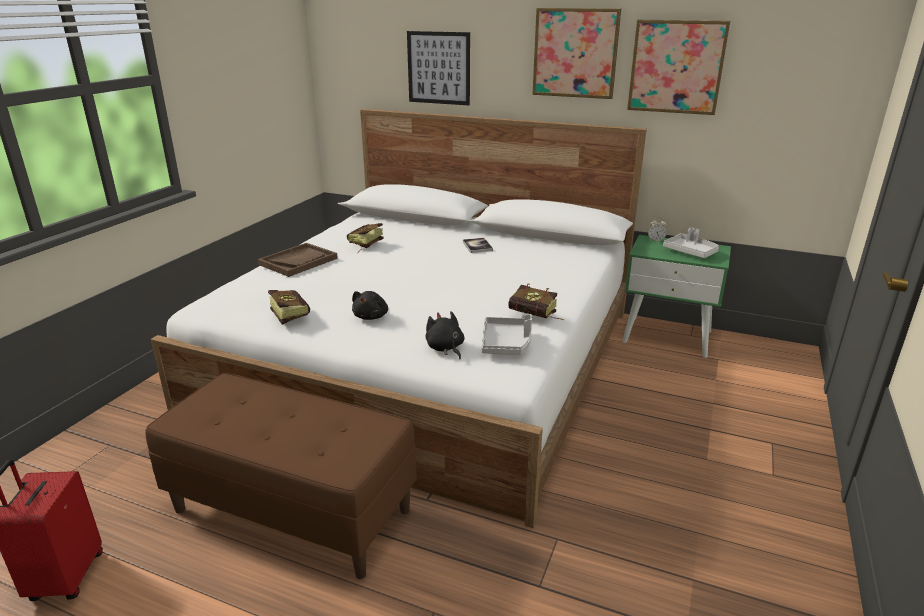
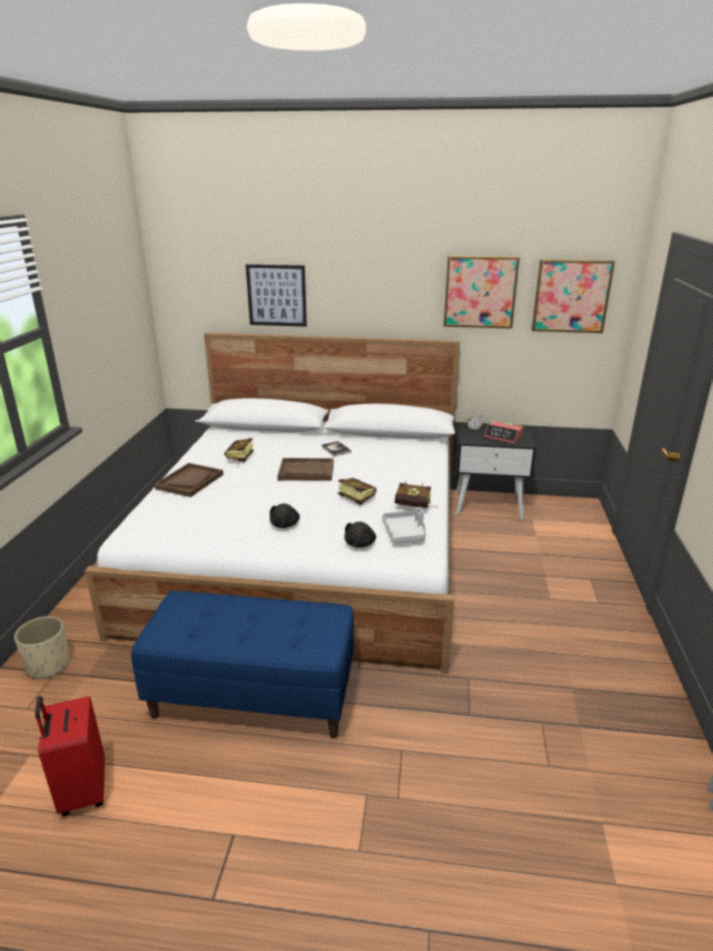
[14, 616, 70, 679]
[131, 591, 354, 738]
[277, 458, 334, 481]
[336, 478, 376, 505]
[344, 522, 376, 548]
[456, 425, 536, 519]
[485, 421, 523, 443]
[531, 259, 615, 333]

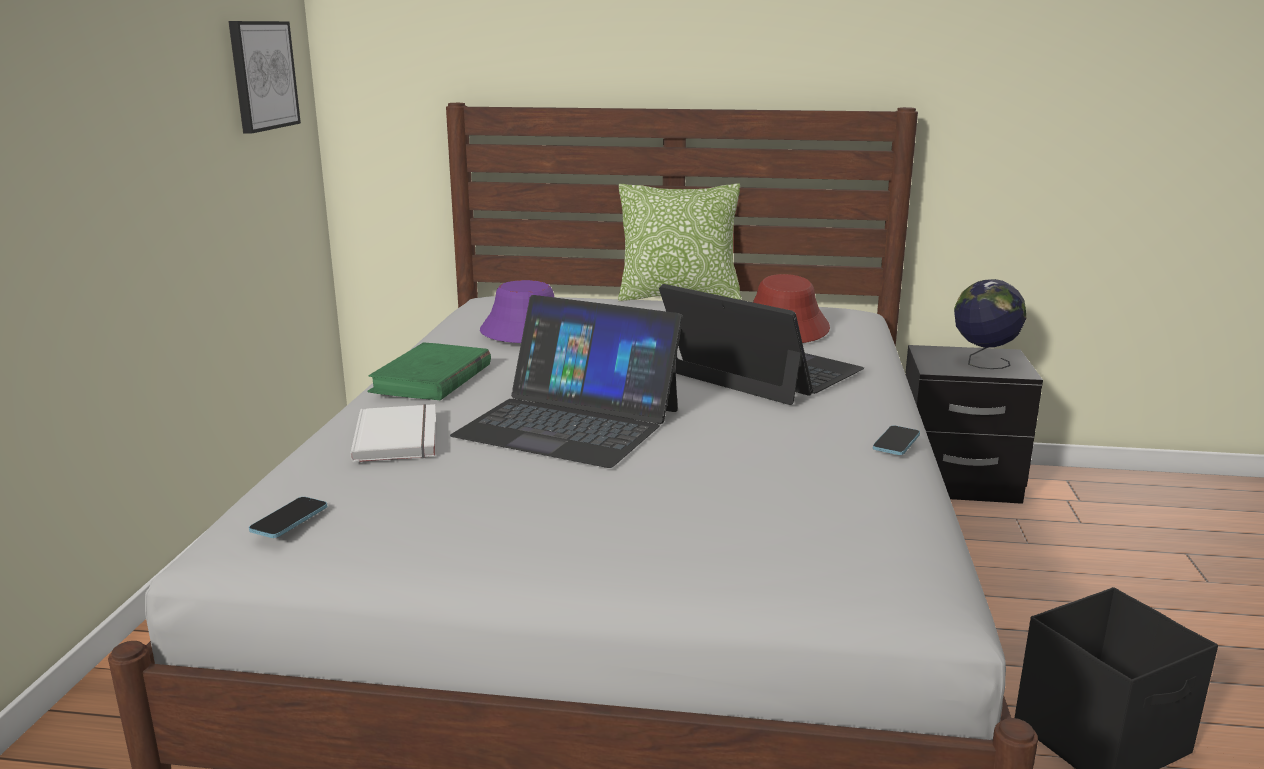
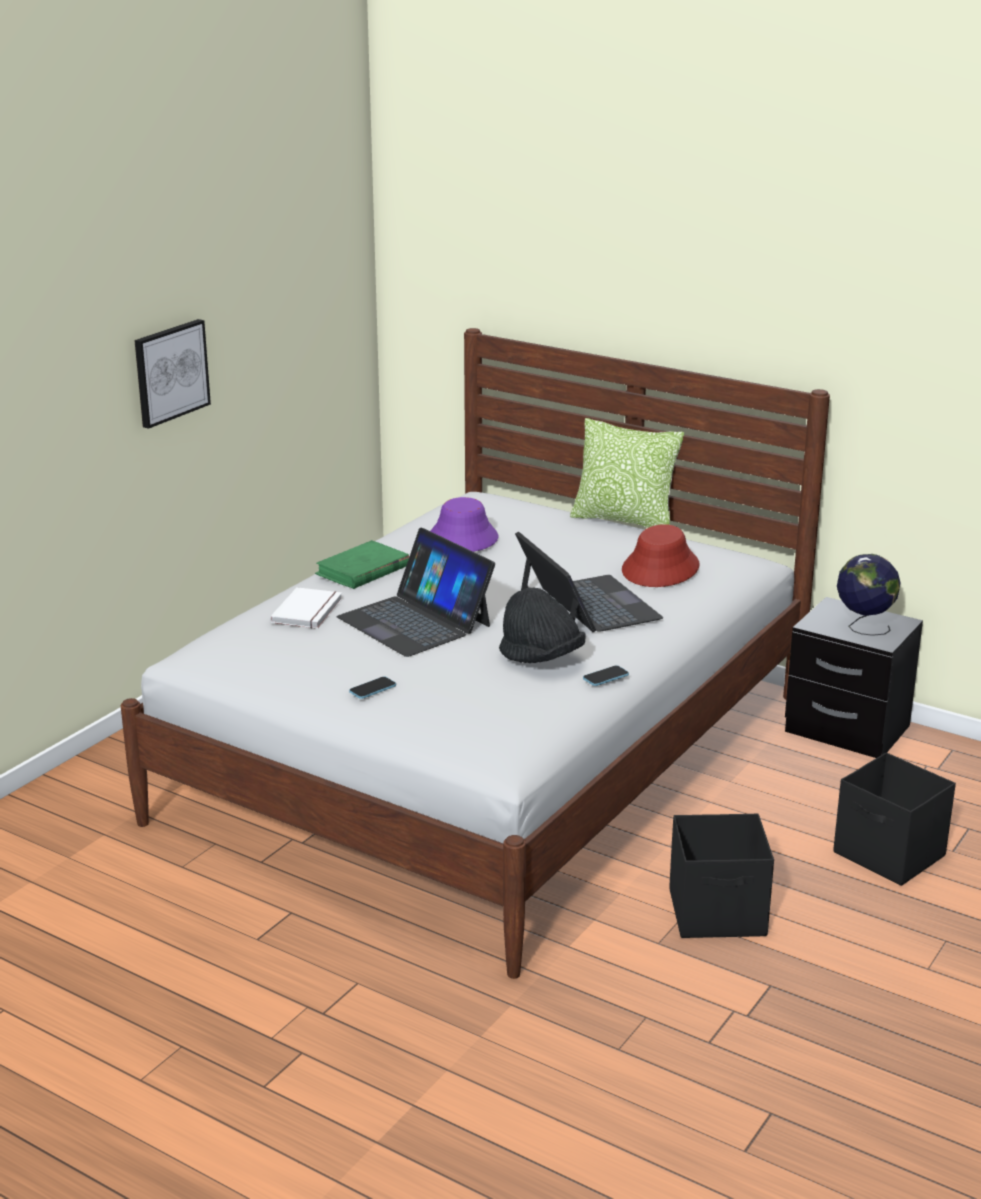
[134, 319, 211, 429]
[349, 677, 396, 699]
[499, 587, 586, 663]
[833, 753, 956, 886]

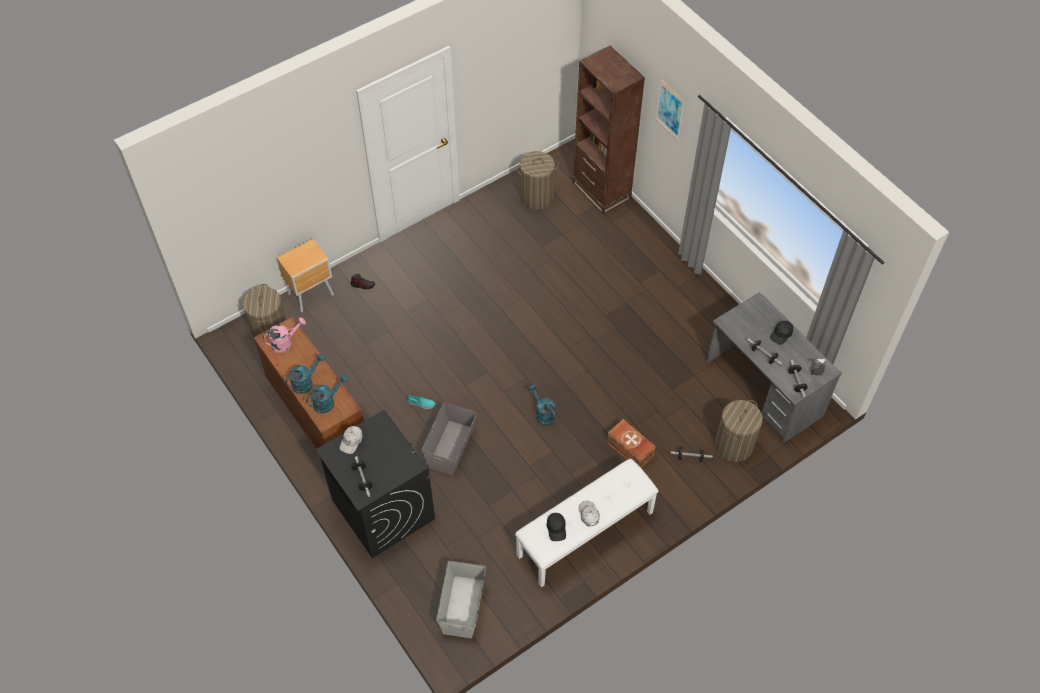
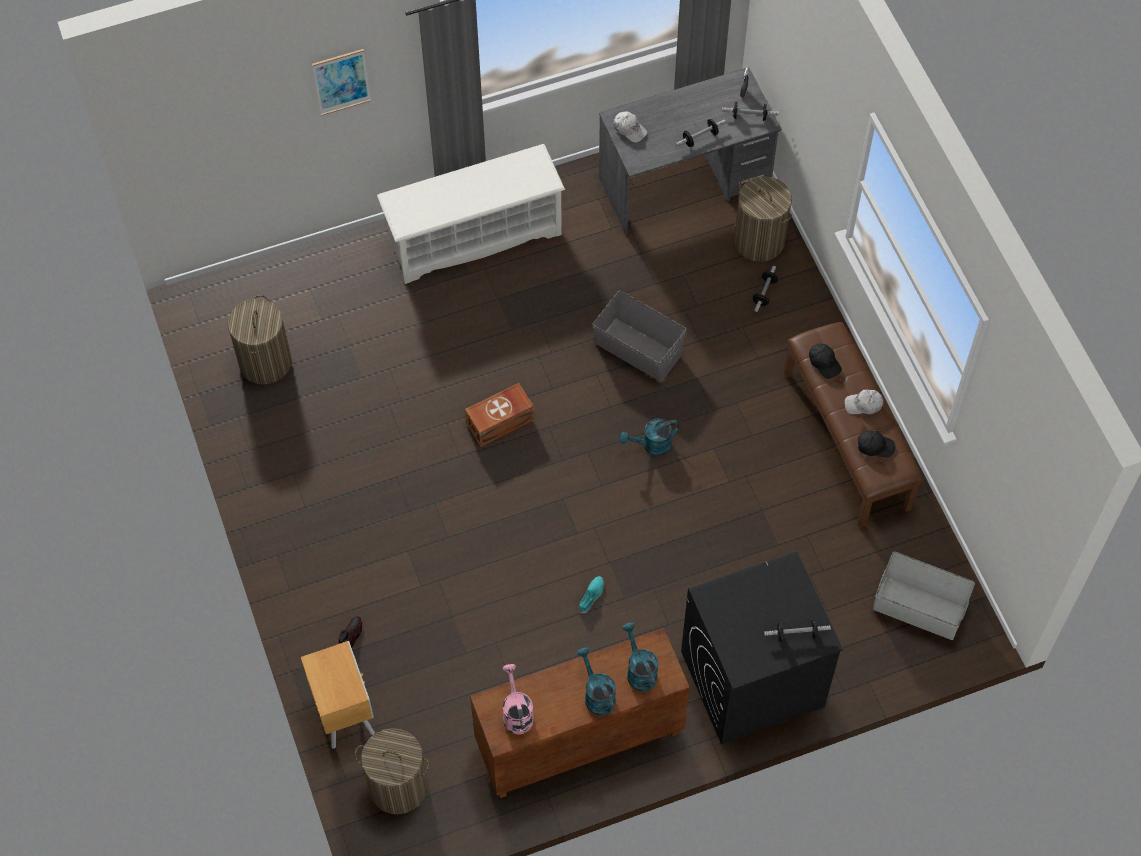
[377, 144, 565, 284]
[465, 383, 534, 447]
[593, 291, 687, 382]
[614, 112, 648, 143]
[784, 322, 923, 528]
[809, 344, 842, 379]
[573, 46, 645, 214] (first image)

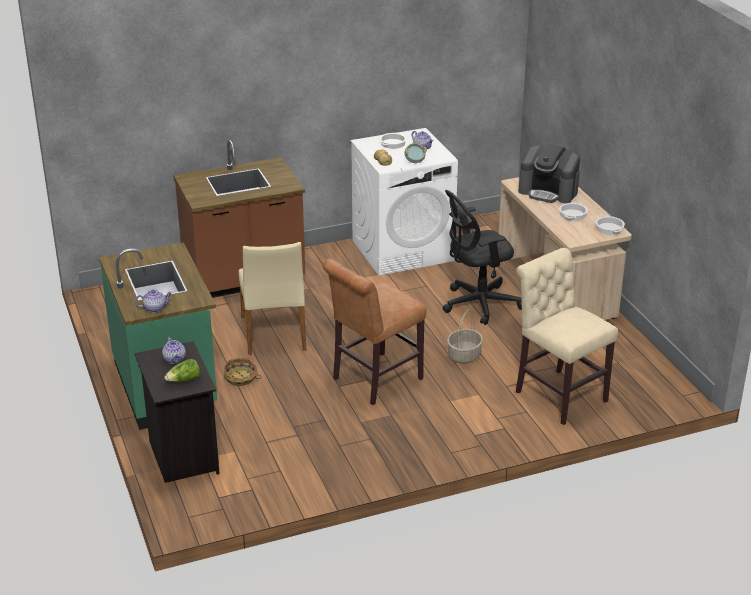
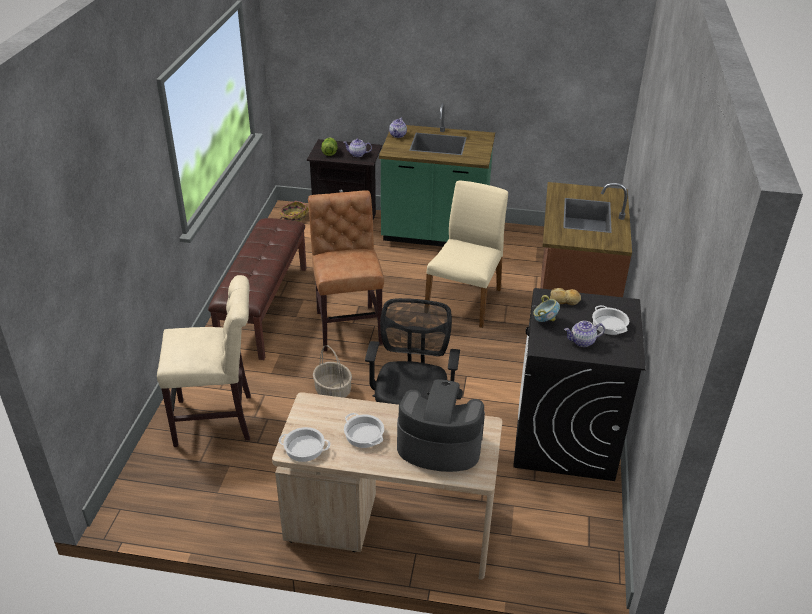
[208, 218, 307, 360]
[280, 201, 309, 222]
[397, 380, 485, 472]
[425, 181, 508, 328]
[513, 288, 646, 481]

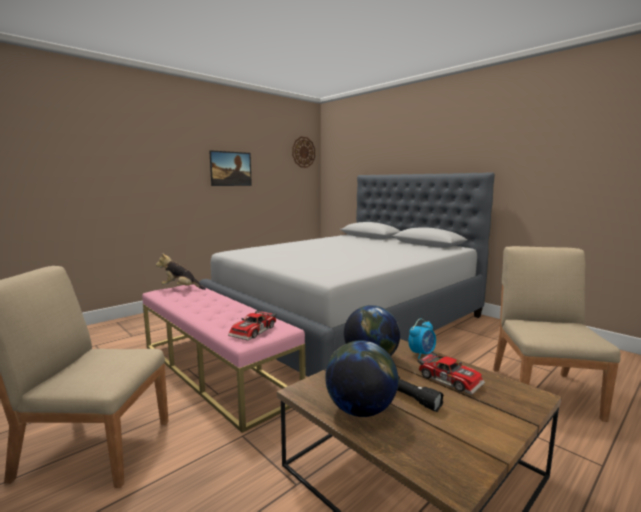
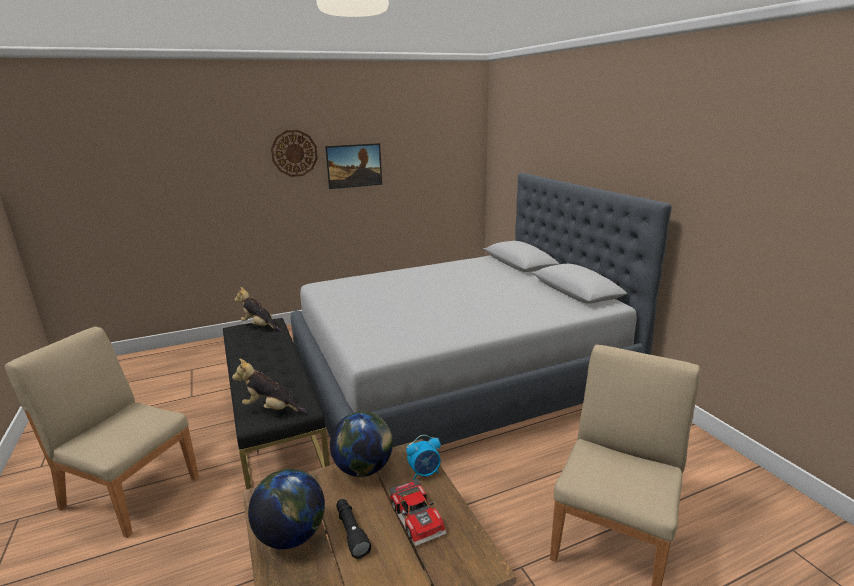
[223, 318, 330, 490]
[232, 359, 307, 414]
[271, 130, 318, 177]

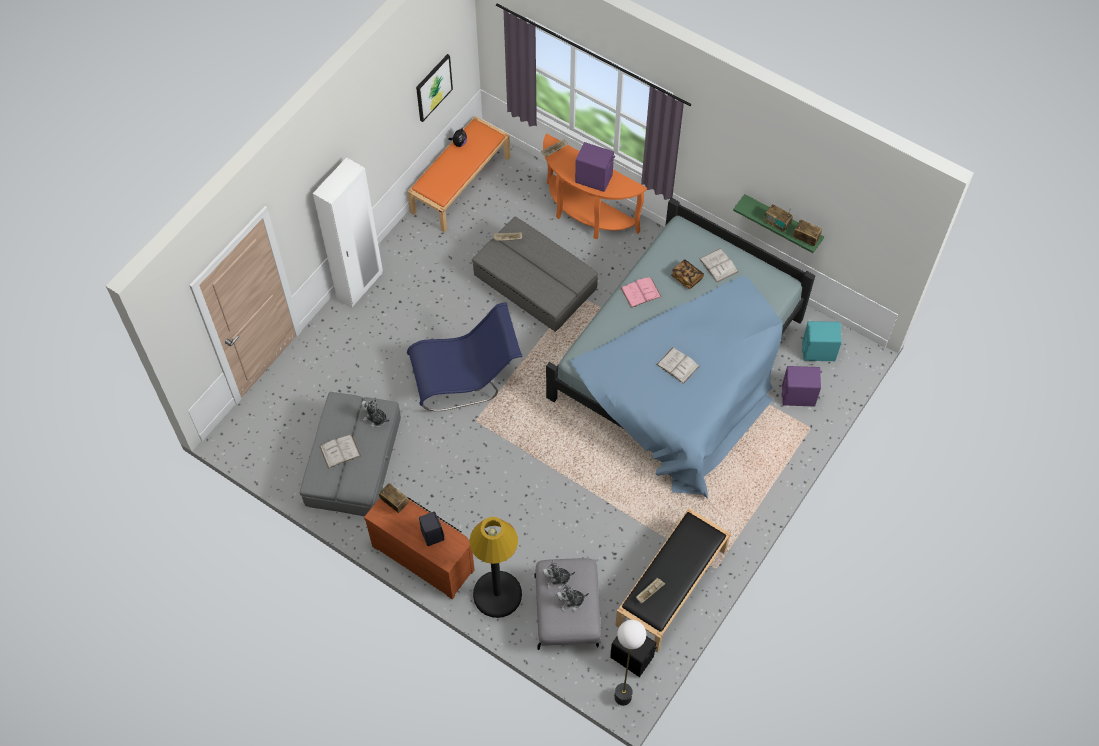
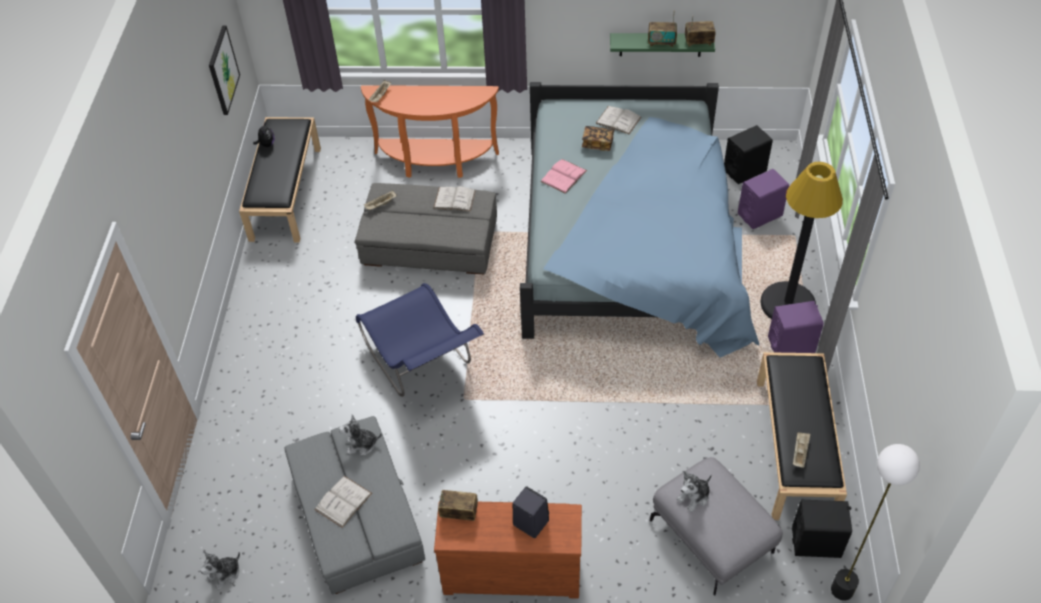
[200, 552, 240, 590]
[239, 117, 321, 242]
[356, 283, 484, 397]
[433, 186, 476, 211]
[724, 125, 773, 184]
[760, 162, 843, 319]
[768, 301, 824, 353]
[313, 157, 383, 308] (first image)

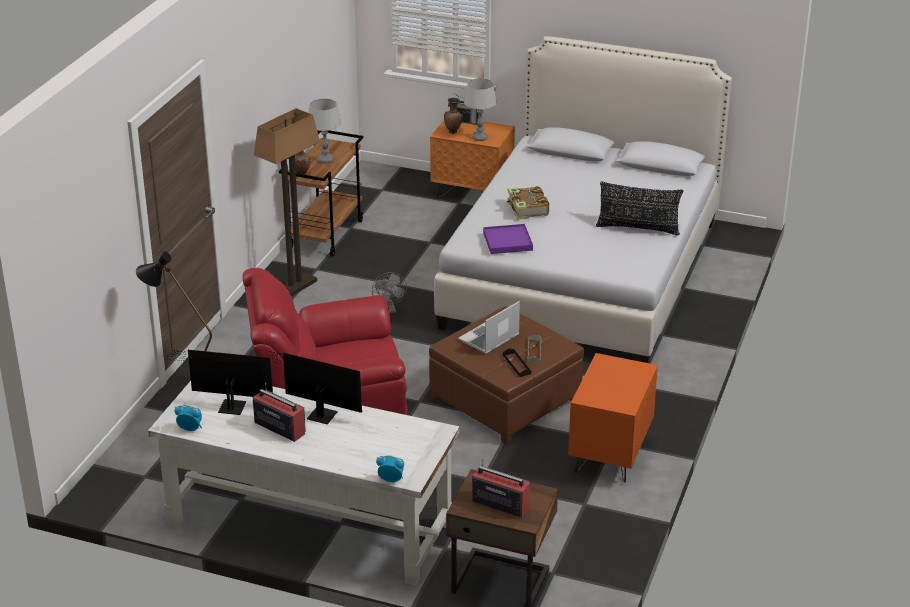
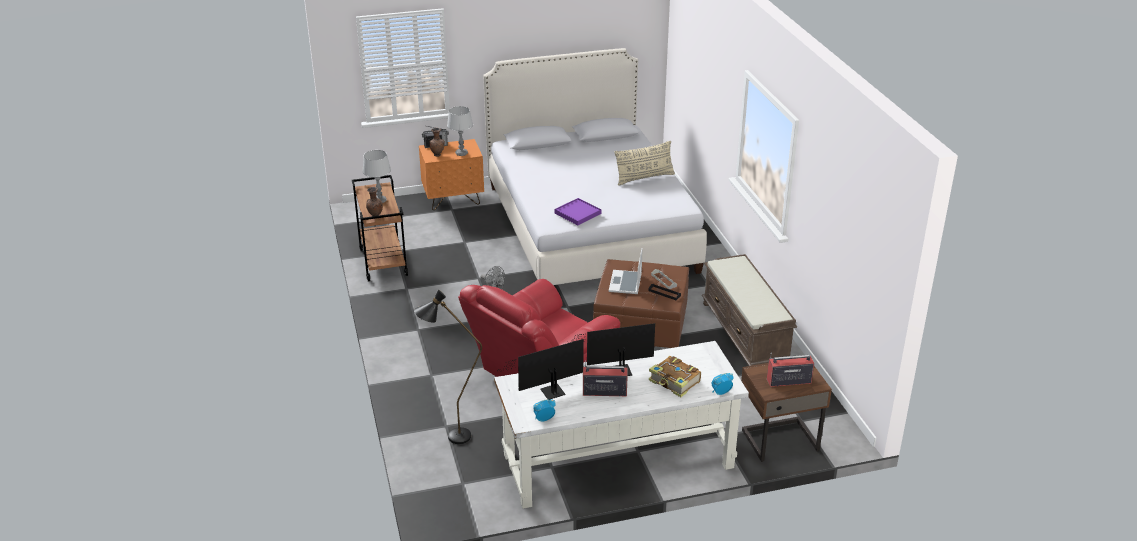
[614, 141, 675, 186]
[649, 356, 701, 397]
[702, 254, 797, 366]
[254, 108, 320, 296] (first image)

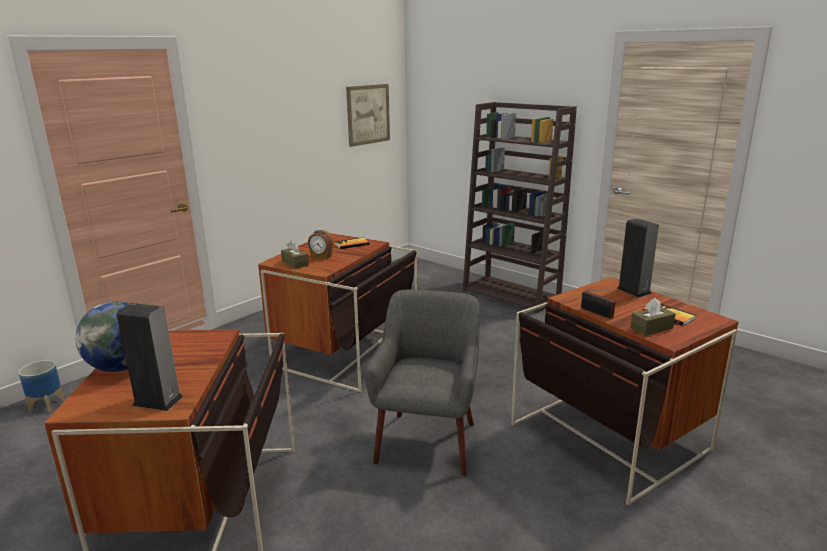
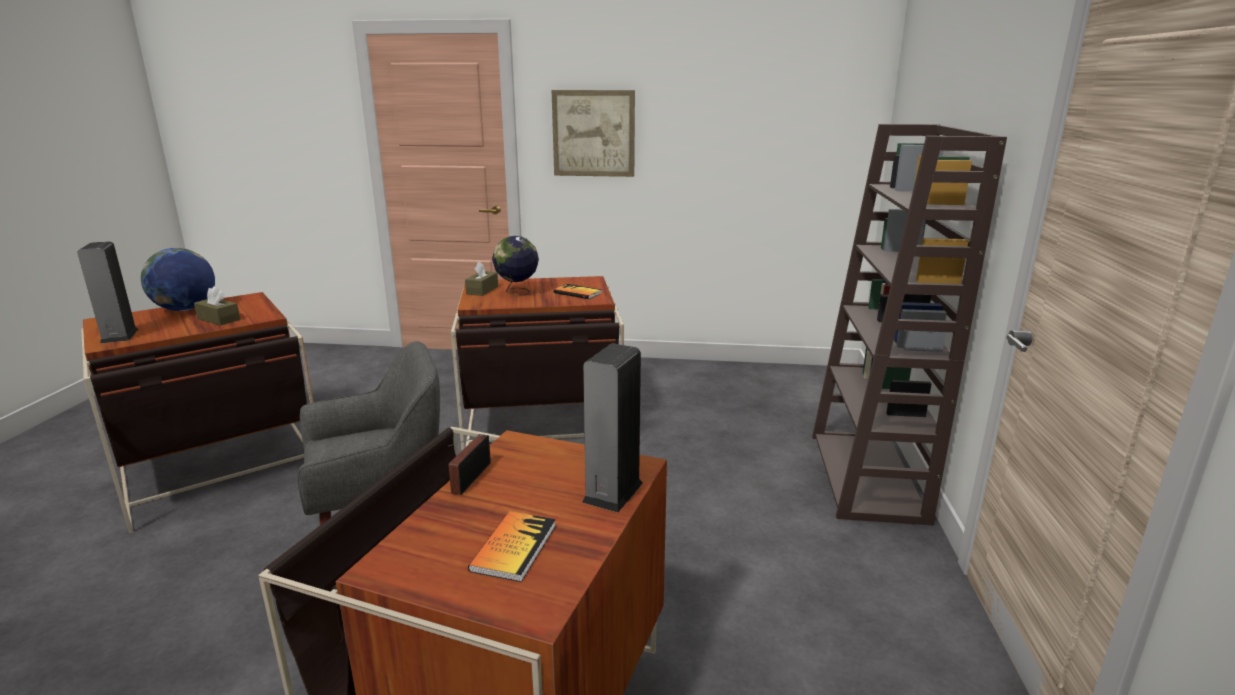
[194, 286, 240, 326]
[492, 236, 539, 296]
[551, 90, 635, 177]
[18, 360, 65, 412] (first image)

